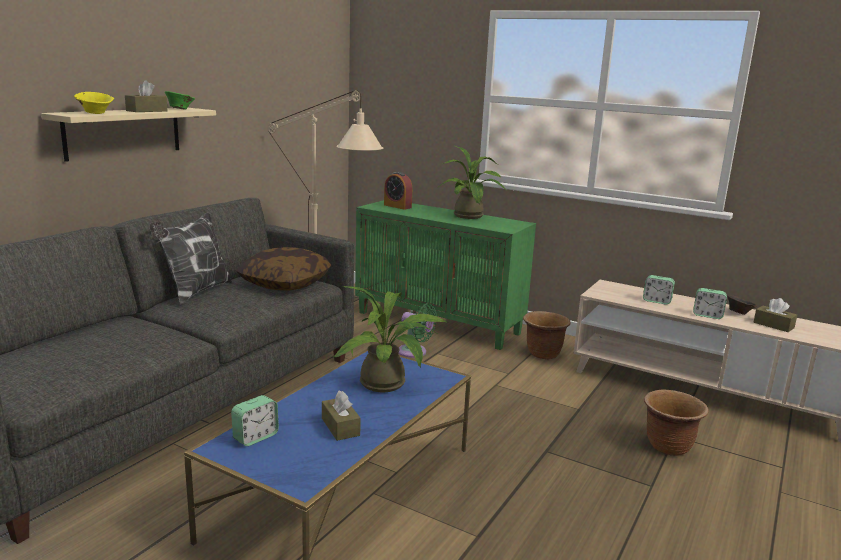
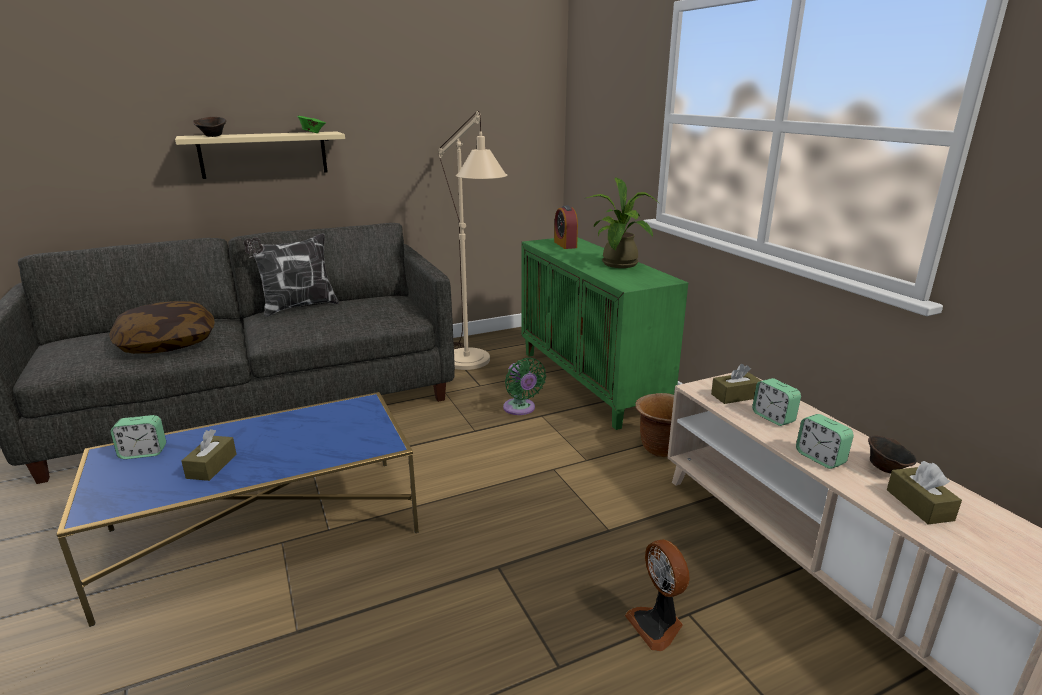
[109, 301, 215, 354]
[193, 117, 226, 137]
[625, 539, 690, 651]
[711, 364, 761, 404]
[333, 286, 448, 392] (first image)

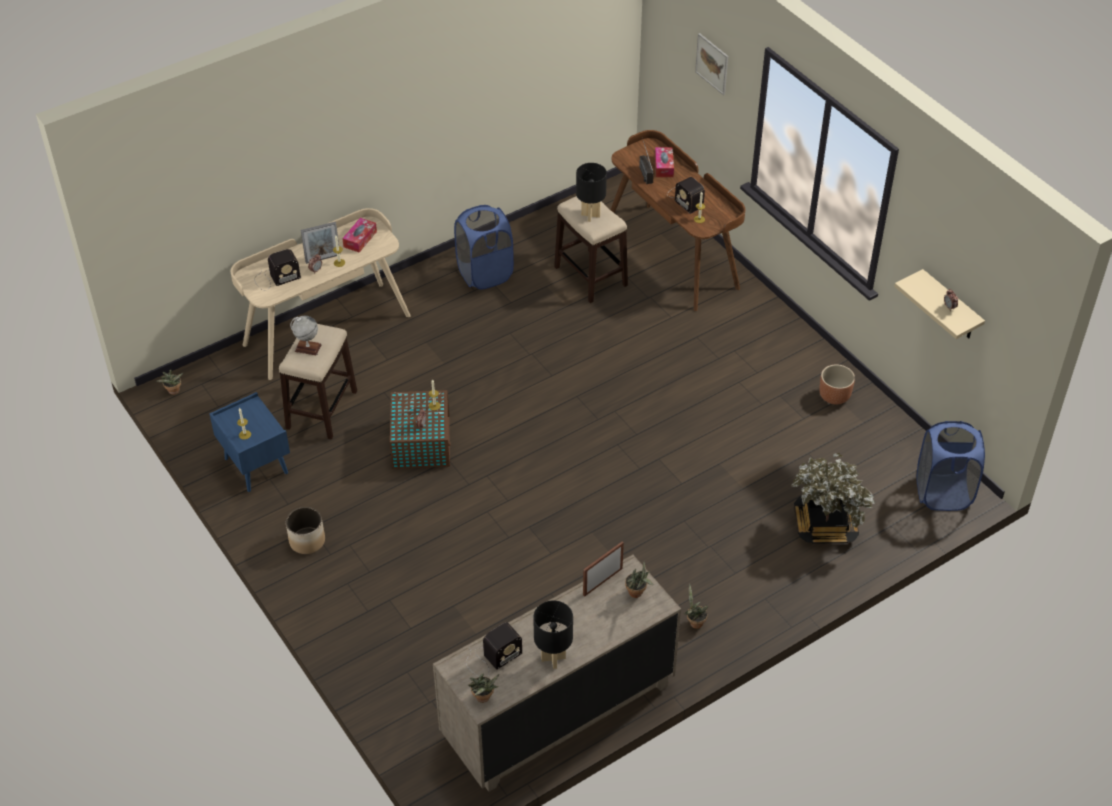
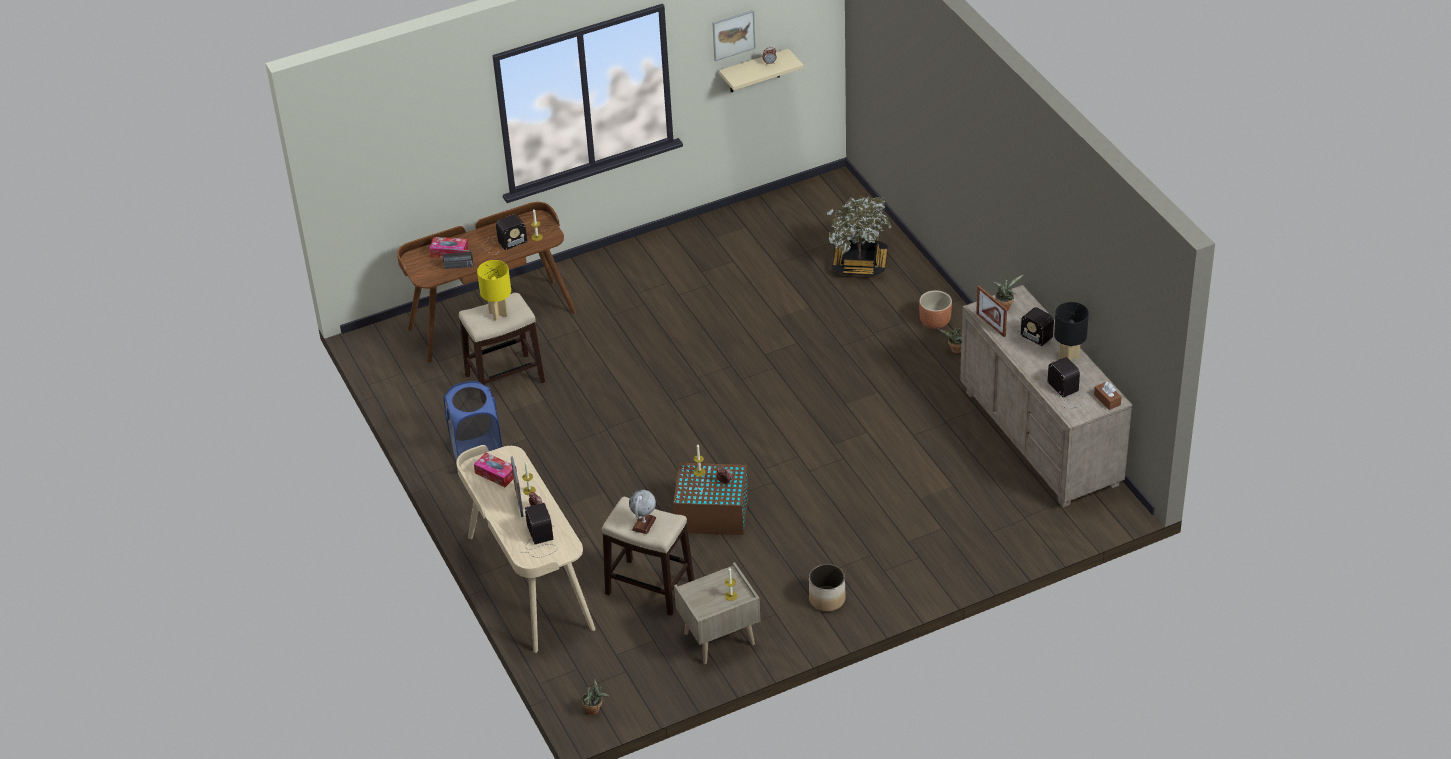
[477, 260, 511, 321]
[674, 562, 760, 664]
[712, 10, 756, 61]
[919, 290, 952, 329]
[1010, 307, 1054, 346]
[1094, 382, 1121, 410]
[917, 421, 985, 511] (first image)

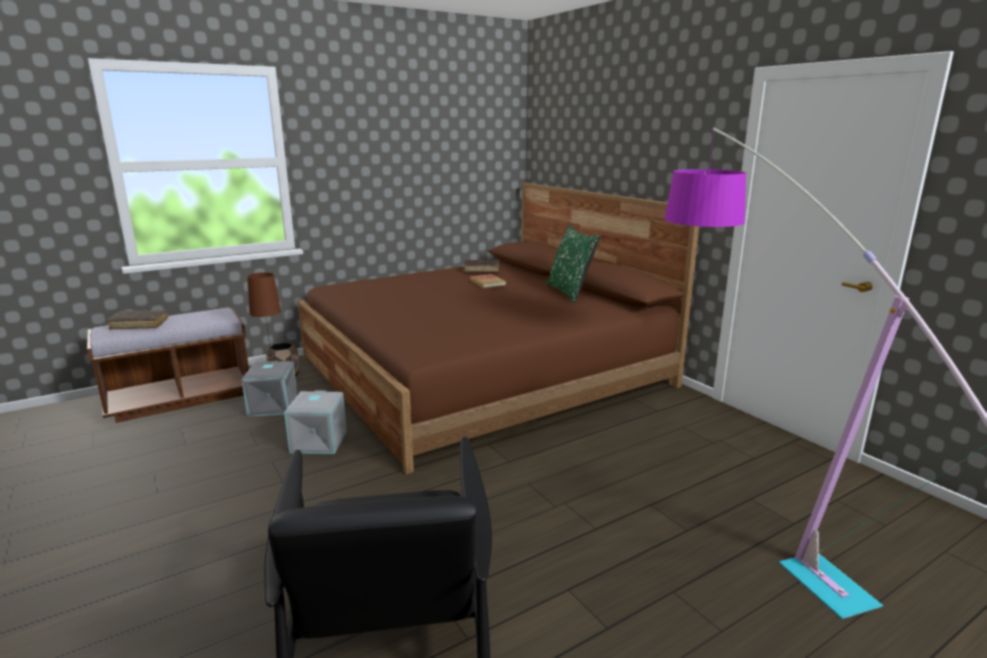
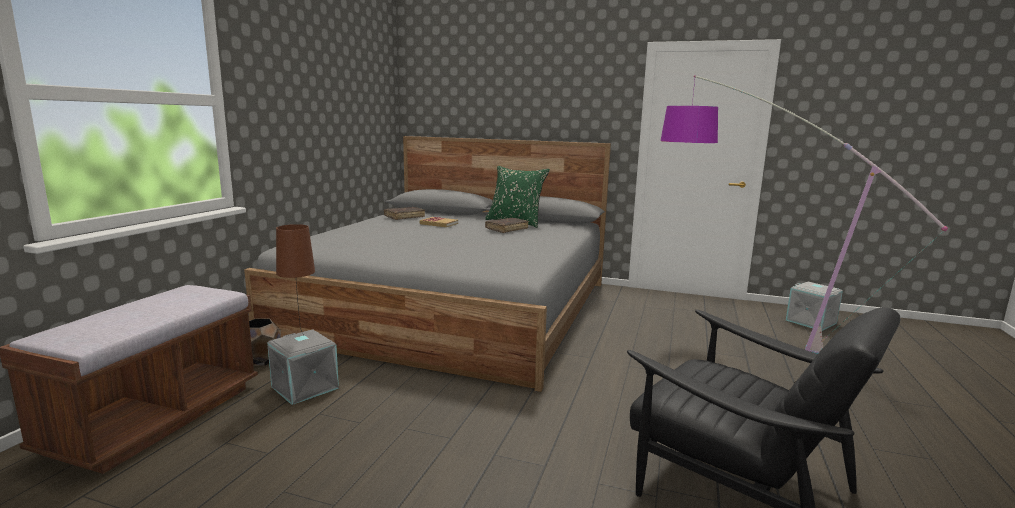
[244, 136, 611, 392]
[485, 218, 529, 233]
[786, 282, 843, 331]

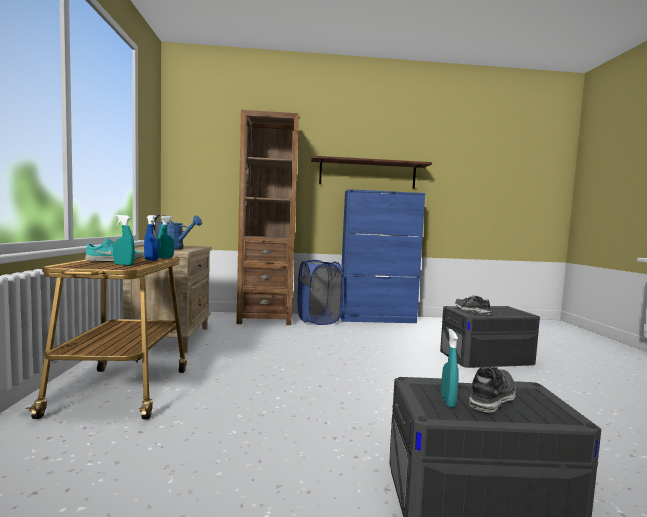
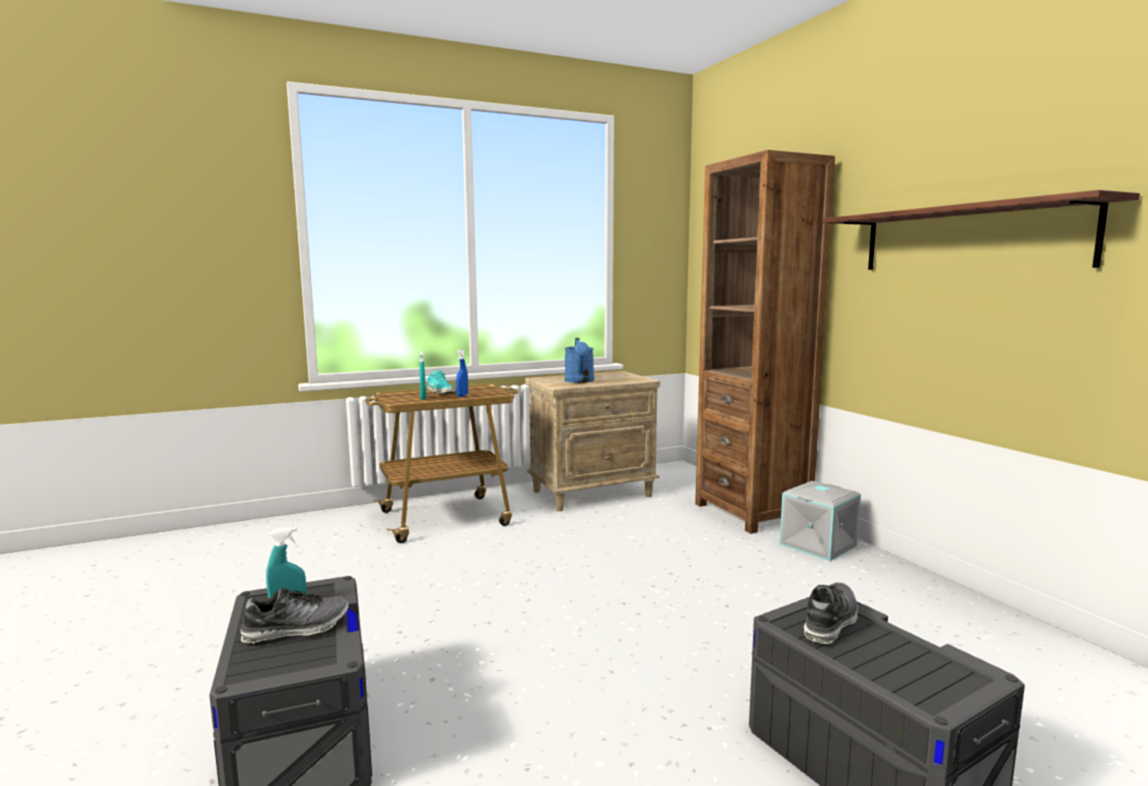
[241, 588, 349, 644]
[780, 481, 861, 561]
[158, 216, 174, 259] (first image)
[340, 189, 425, 323] (first image)

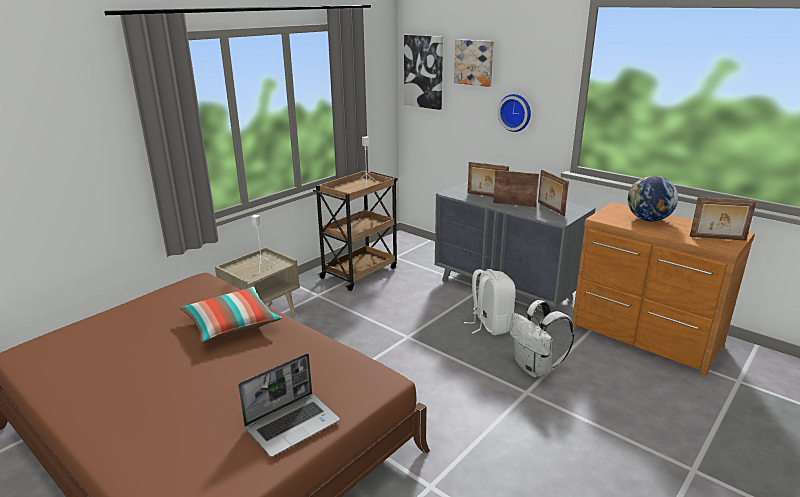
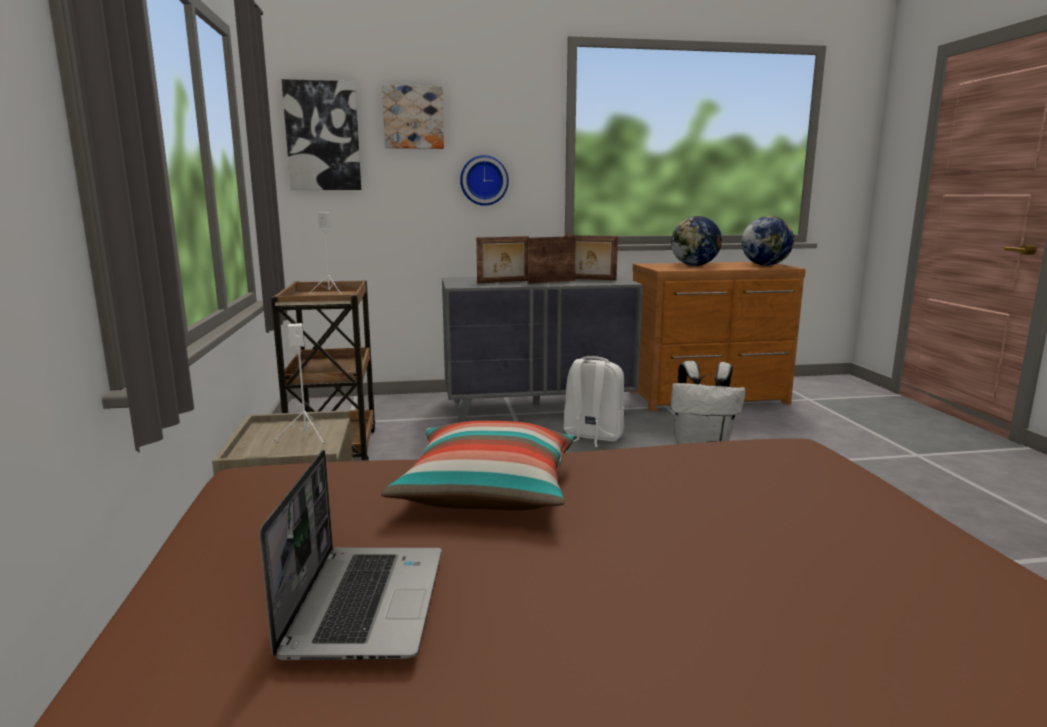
[260, 450, 441, 660]
[742, 216, 794, 266]

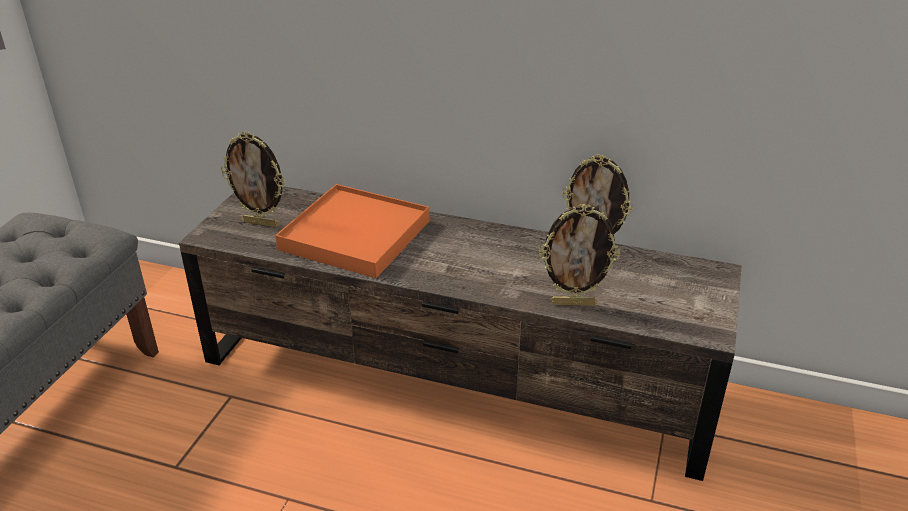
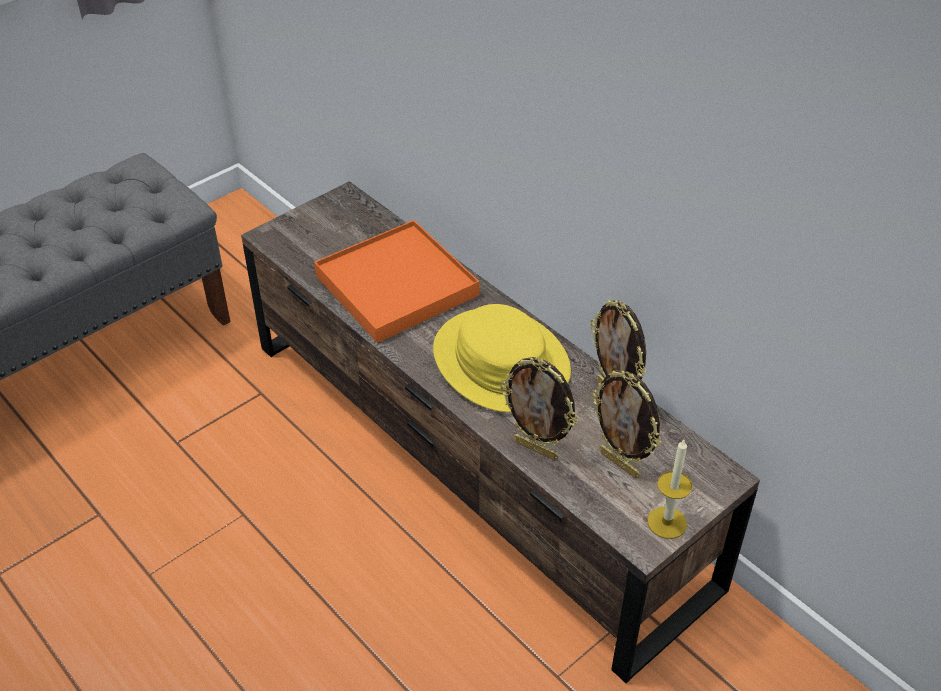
[433, 304, 571, 412]
[591, 370, 661, 478]
[647, 439, 692, 539]

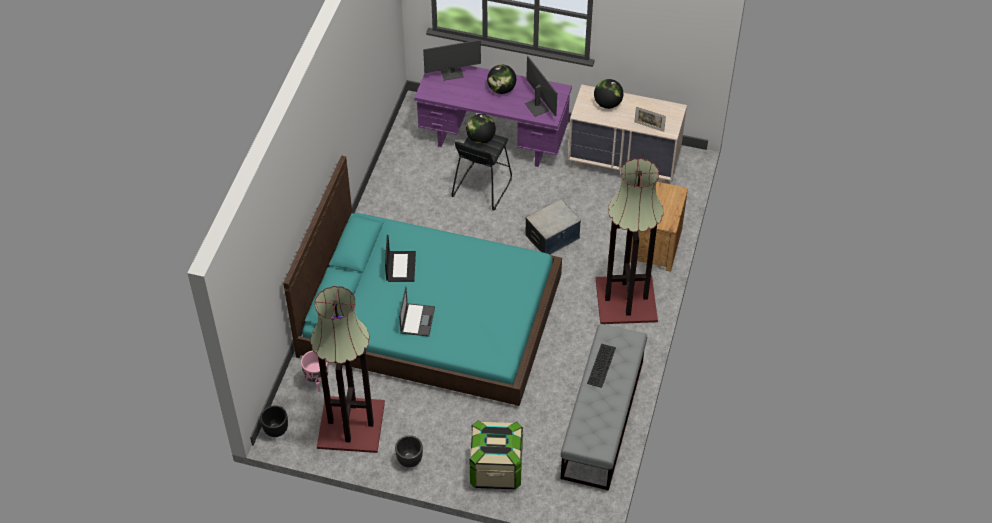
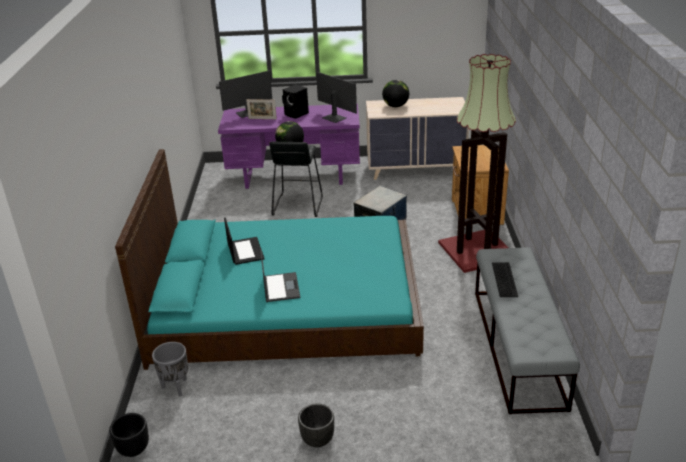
[152, 342, 188, 397]
[246, 99, 277, 119]
[282, 84, 309, 119]
[310, 286, 385, 453] (first image)
[469, 421, 523, 490] (first image)

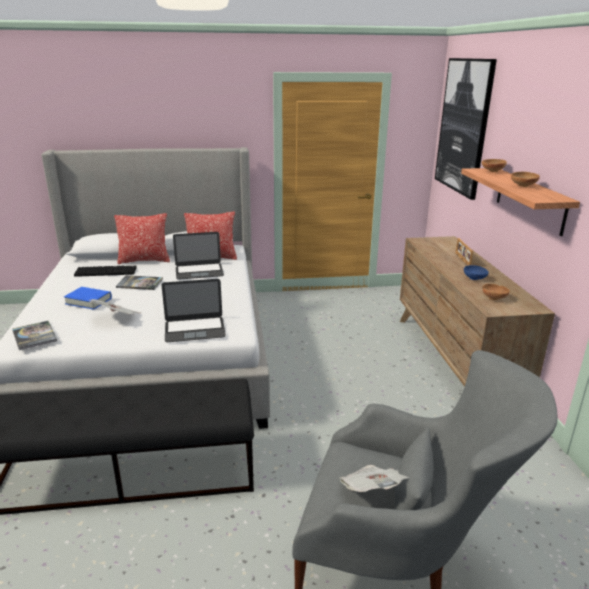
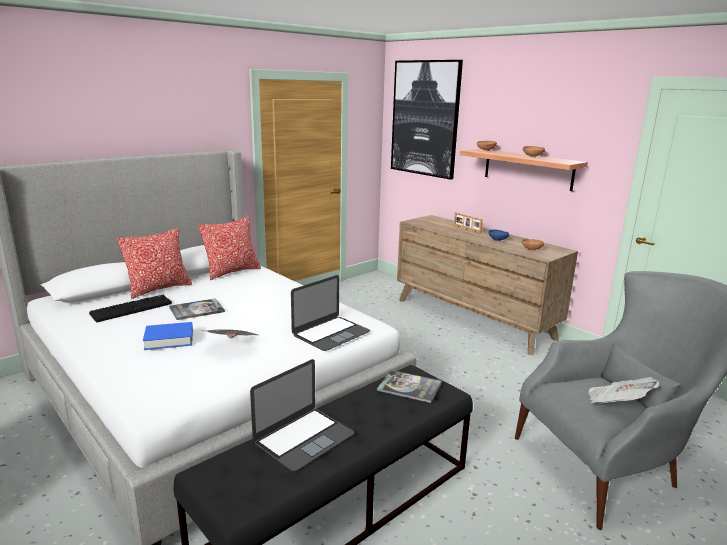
[250, 359, 354, 471]
[377, 370, 442, 403]

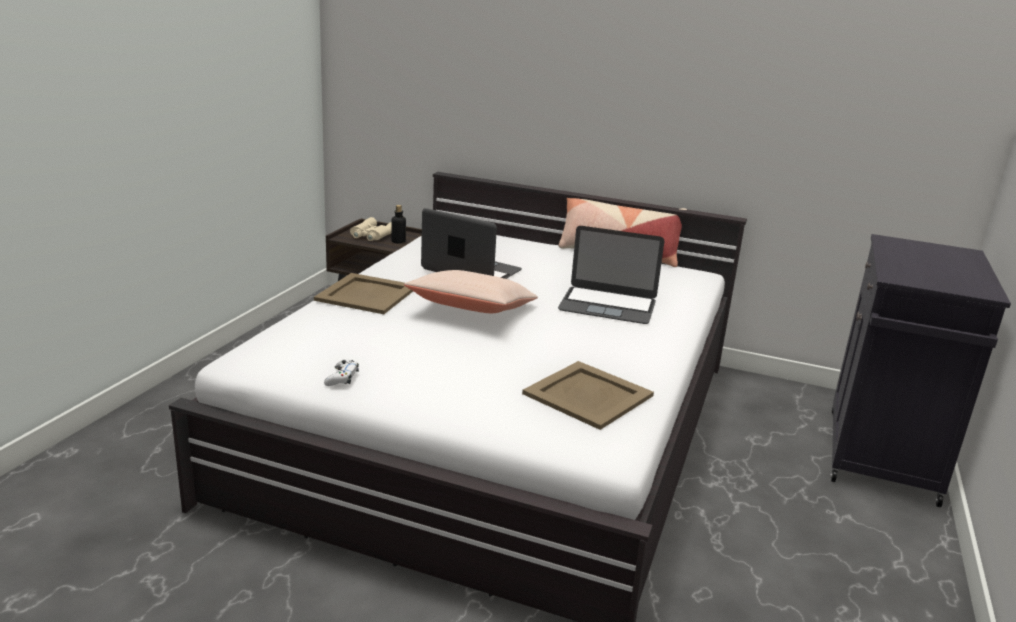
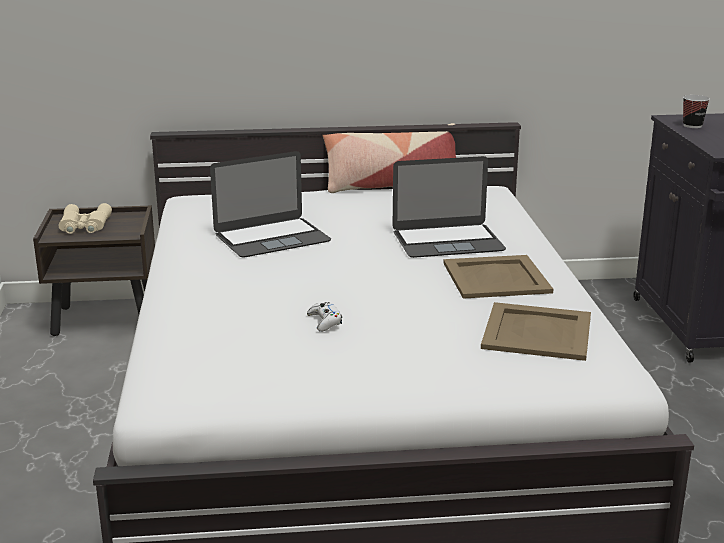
[210, 151, 331, 258]
[307, 302, 342, 332]
[443, 255, 553, 299]
[683, 95, 710, 128]
[391, 205, 406, 244] (first image)
[404, 270, 538, 313] (first image)

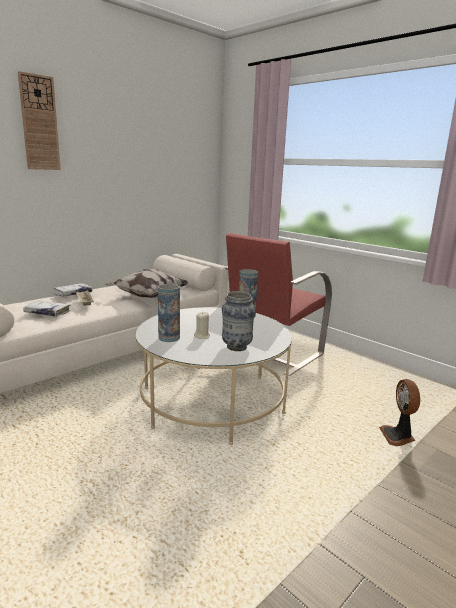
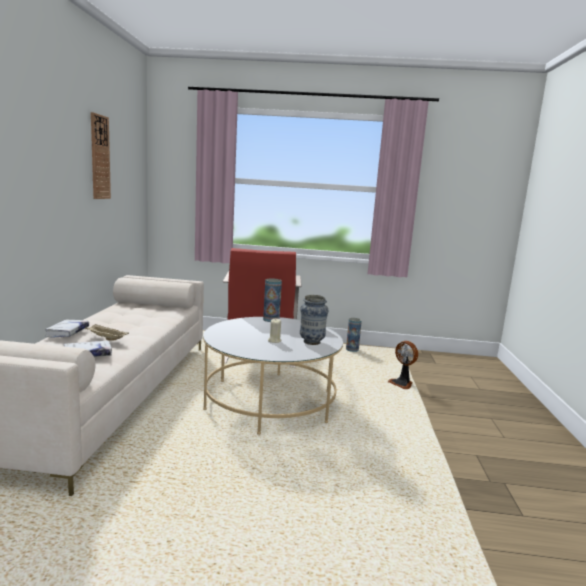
[91, 112, 111, 199]
[346, 318, 362, 352]
[105, 269, 189, 298] (first image)

